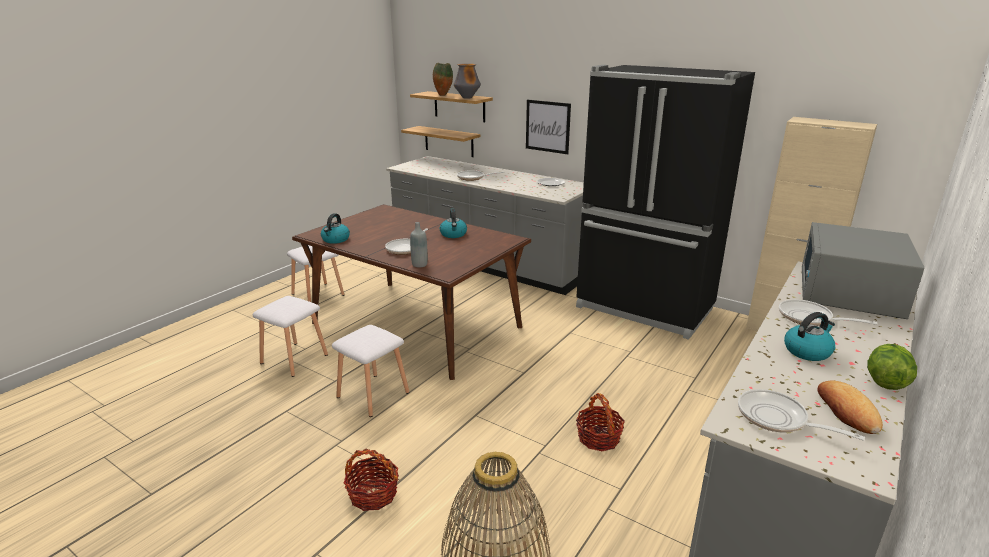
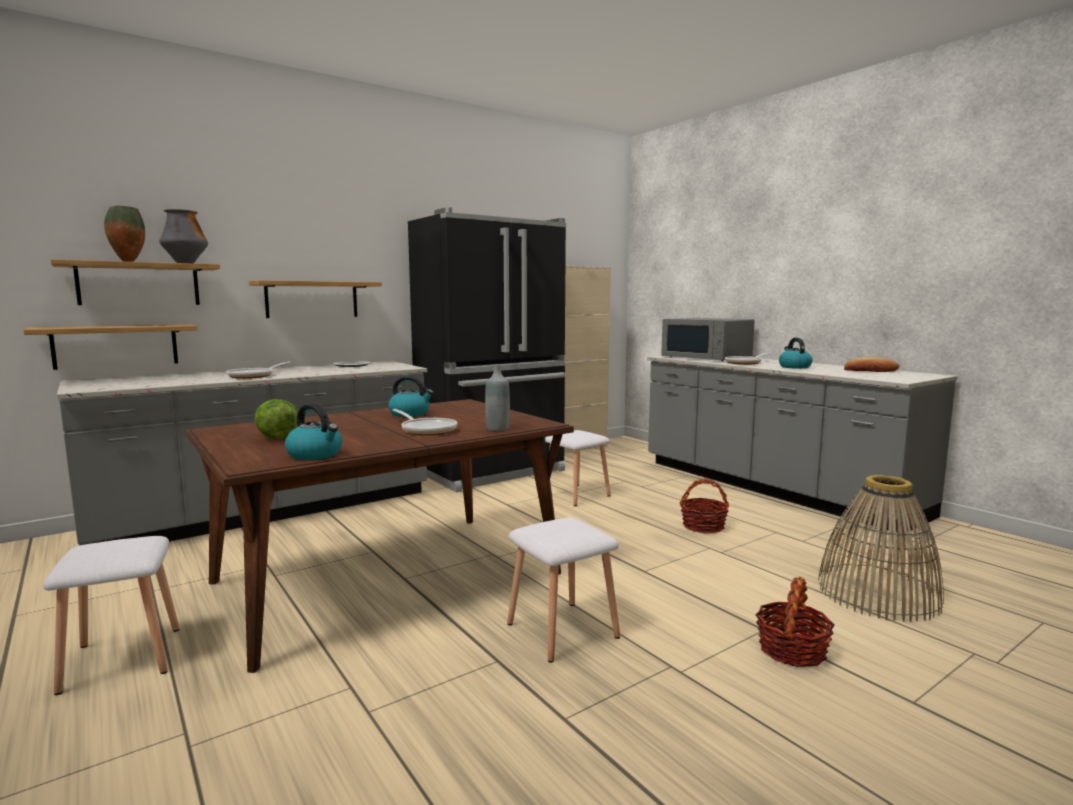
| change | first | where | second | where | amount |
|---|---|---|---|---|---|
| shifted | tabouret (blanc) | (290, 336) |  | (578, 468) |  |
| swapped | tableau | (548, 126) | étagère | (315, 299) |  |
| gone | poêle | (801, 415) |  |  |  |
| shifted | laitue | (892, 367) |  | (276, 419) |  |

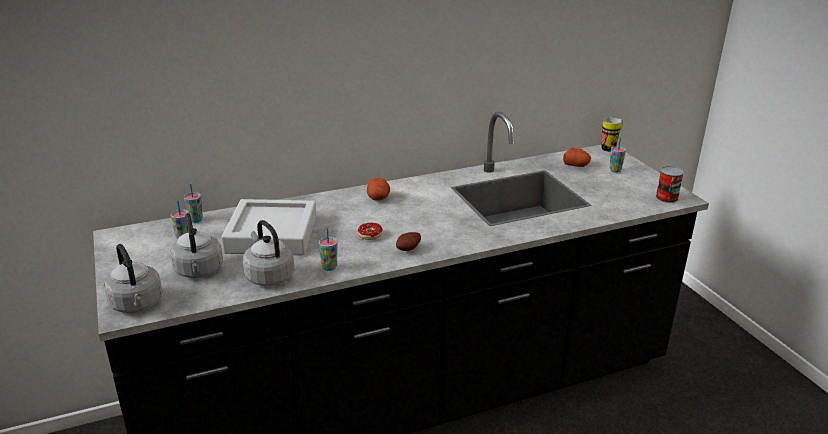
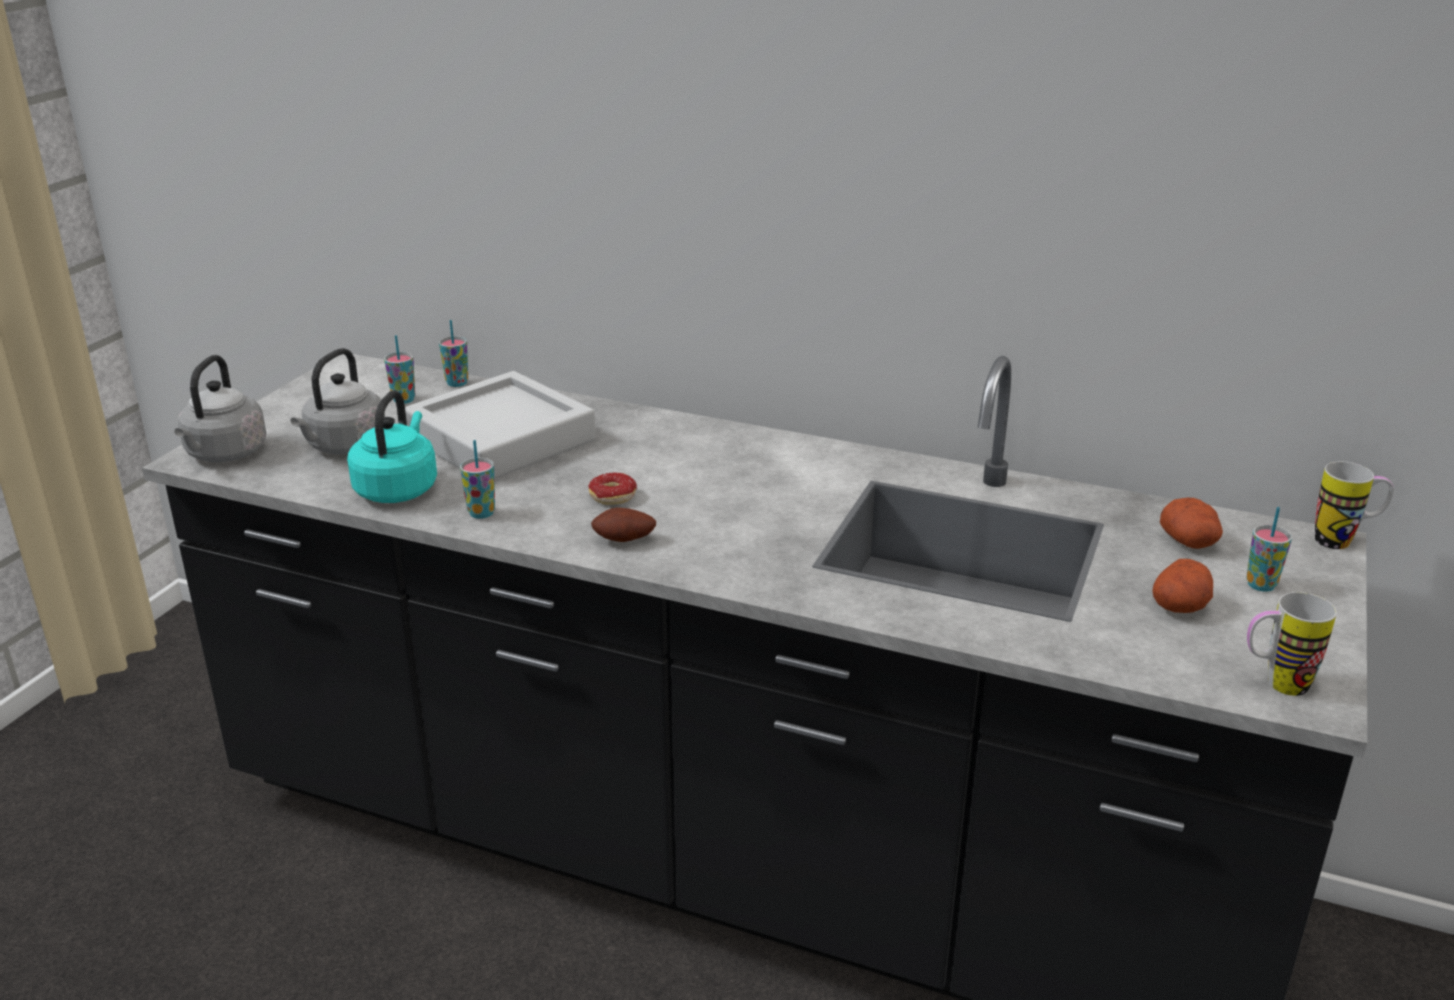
| change | first | where | second | where | amount |
|---|---|---|---|---|---|
| repainted | bouilloire (gris) | (268, 253) | bouilloire (turquoise) | (392, 446) |  |
| shifted | pomme de terre | (378, 189) |  | (1182, 586) |  |
| swapped | boîte métallique | (670, 184) | mug | (1292, 644) |  |

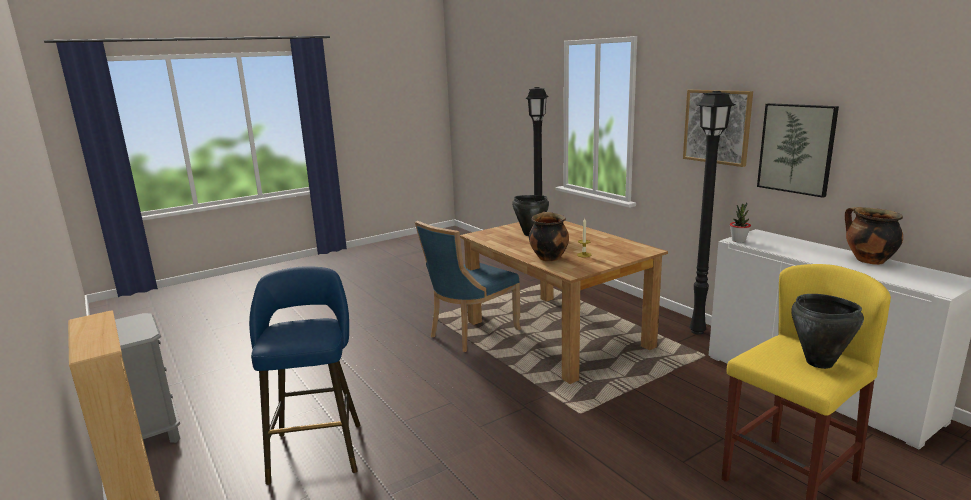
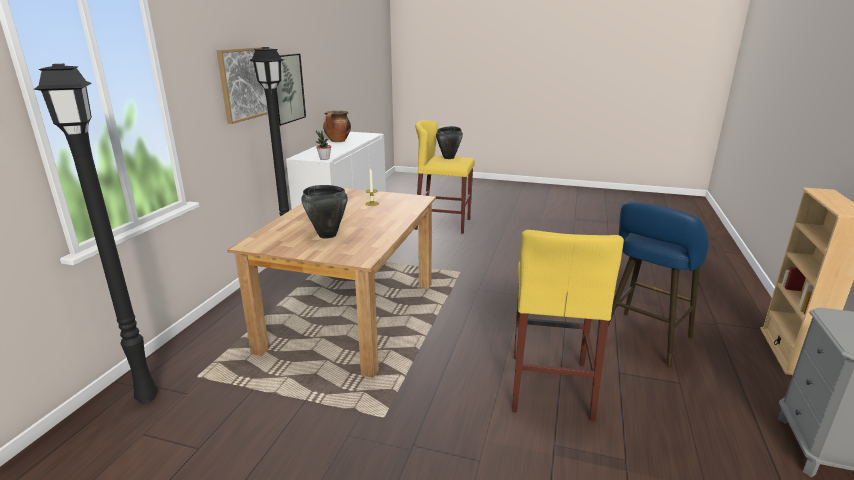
| change | first | where | second | where | amount |
|---|---|---|---|---|---|
| gone | chaise (bleu) | (468, 286) |  |  |  |
| gone | marmite | (549, 237) |  |  |  |
| new |  |  | tabouret (jaune) | (568, 326) |  |

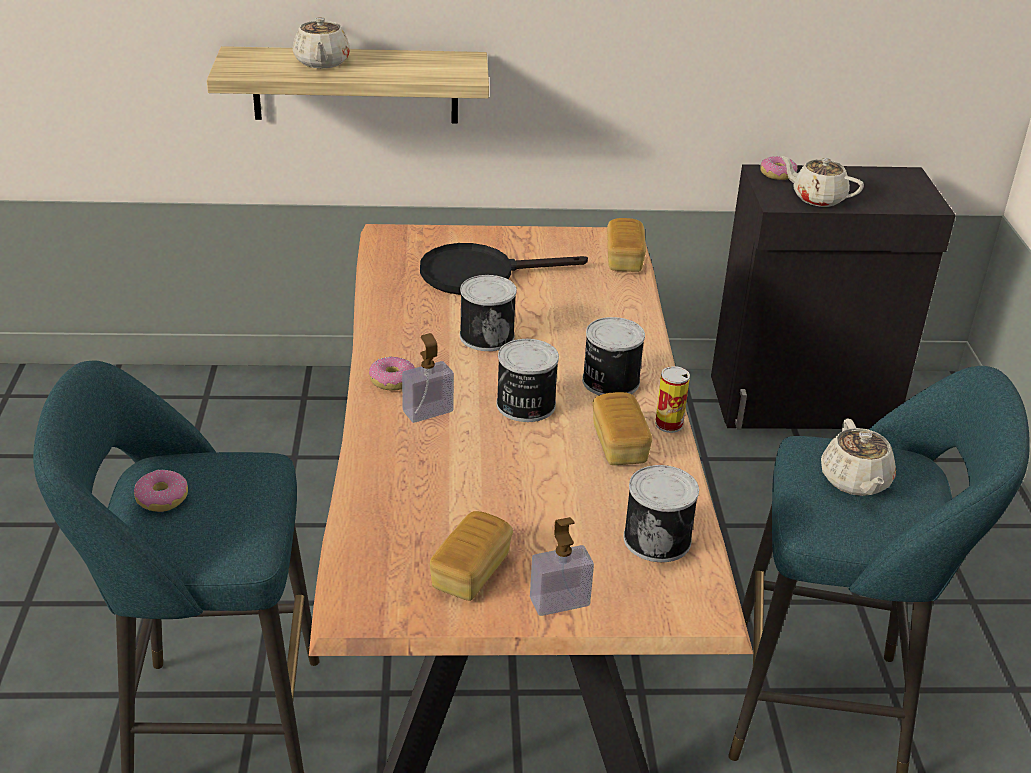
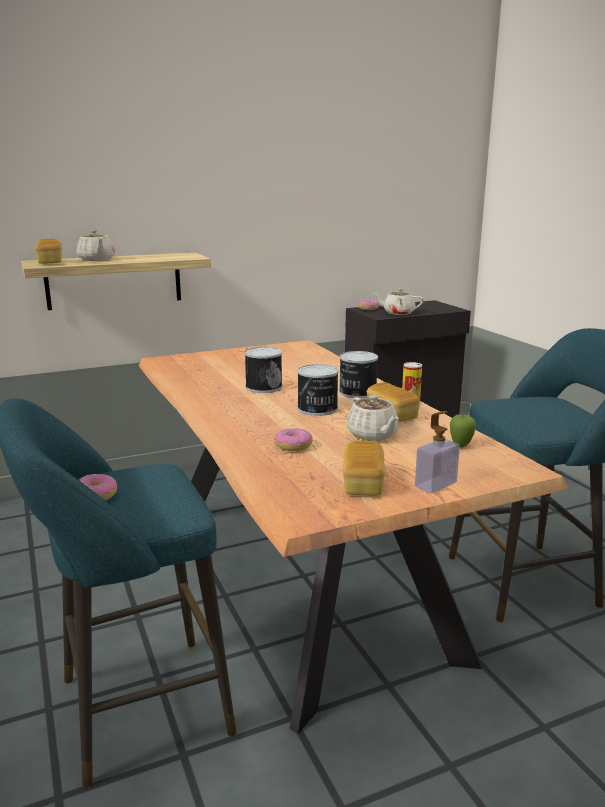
| change | first | where | second | where | amount |
|---|---|---|---|---|---|
| shifted | beignet | (392, 374) |  | (293, 439) |  |
| gone | distributeur de savon | (428, 378) |  |  |  |
| gone | poêle (noir) | (504, 269) |  |  |  |
| shifted | pain | (626, 245) |  | (48, 251) |  |
| swapped | boîte métallique | (661, 513) | pomme | (463, 431) |  |
| shifted | théière (beige) | (858, 457) |  | (372, 418) |  |

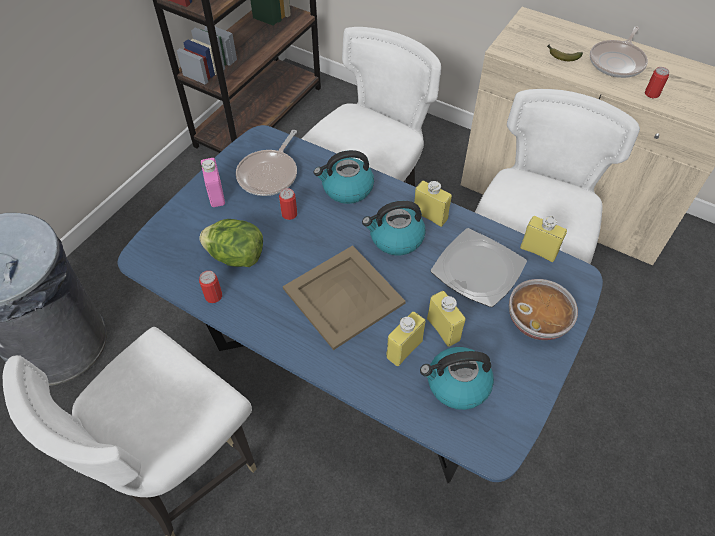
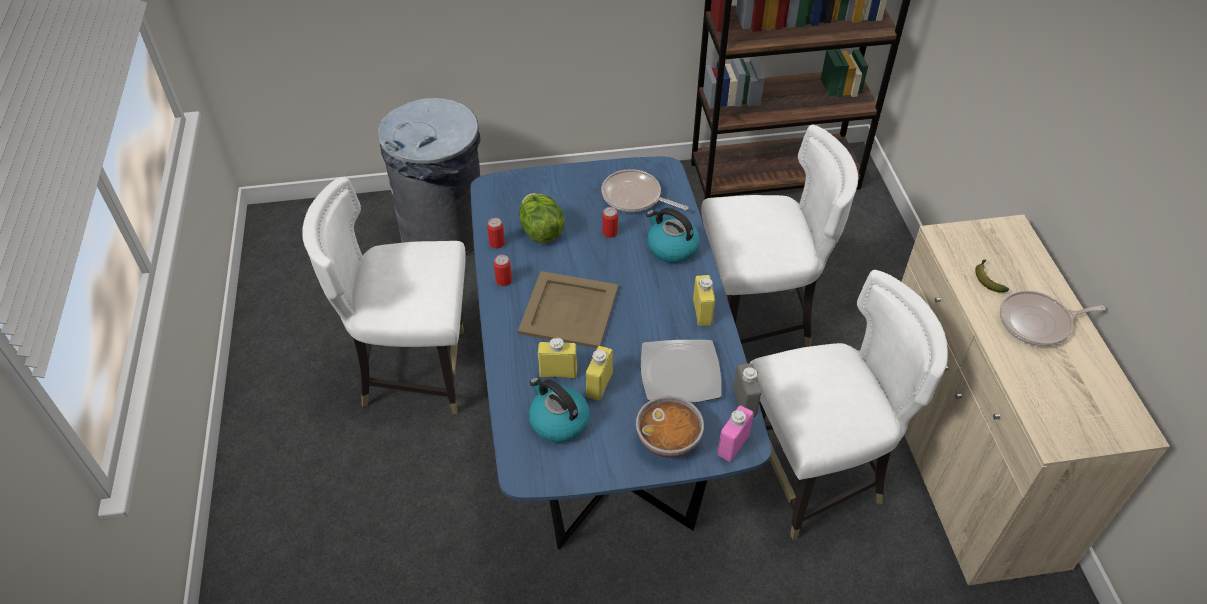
| change | first | where | second | where | amount |
|---|---|---|---|---|---|
| shifted | bouteille (rose) | (213, 182) |  | (735, 434) |  |
| rotated | poêle | (266, 163) |  | (645, 190) | 45 degrees clockwise |
| gone | bouilloire | (394, 228) |  |  |  |
| repainted | bouteille (jaune) | (543, 239) | bouteille (gris) | (747, 390) |  |
| shifted | boîte métallique | (657, 82) |  | (503, 270) |  |

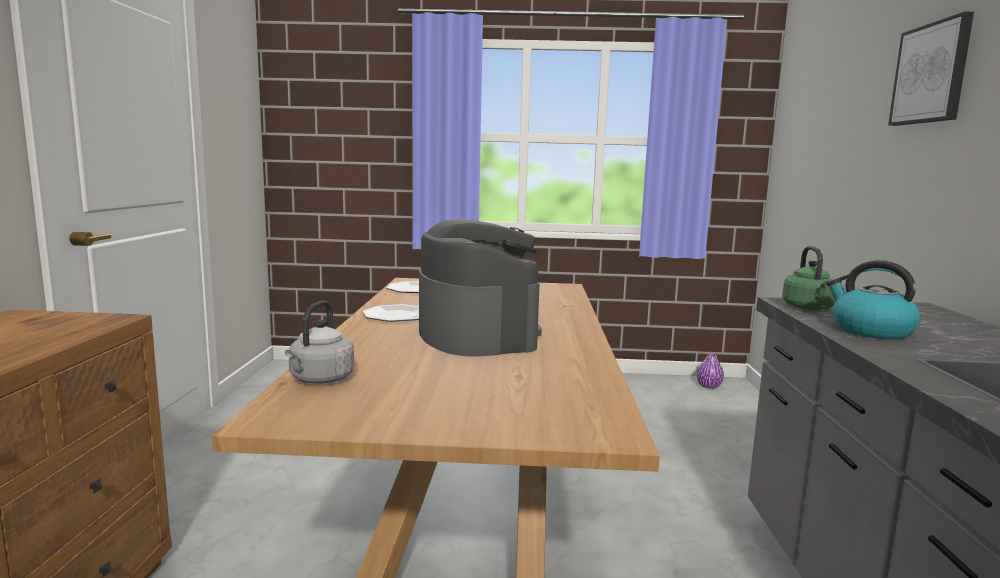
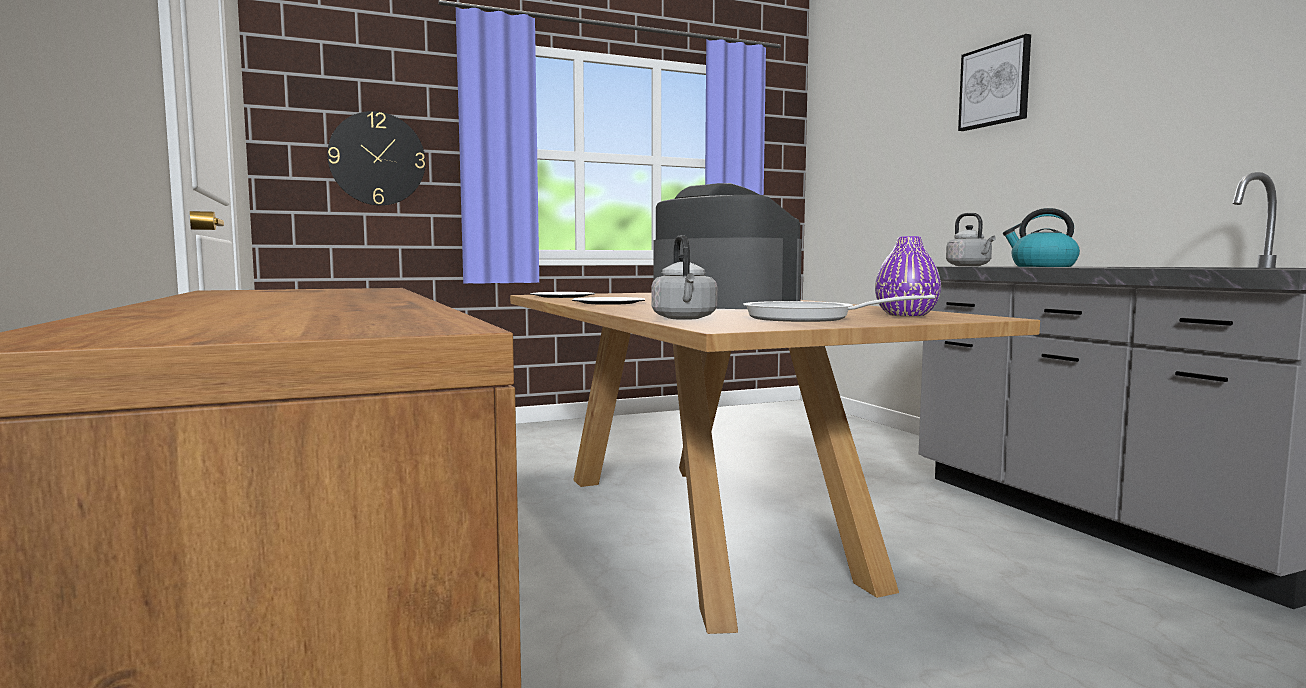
| change | first | where | second | where | amount |
|---|---|---|---|---|---|
| shifted | vase (violet) | (710, 371) |  | (908, 276) |  |
| repainted | bouilloire (vert) | (809, 278) | bouilloire (gris) | (970, 239) |  |
| new |  |  | horloge murale | (376, 158) |  |
| new |  |  | poêle | (839, 308) |  |

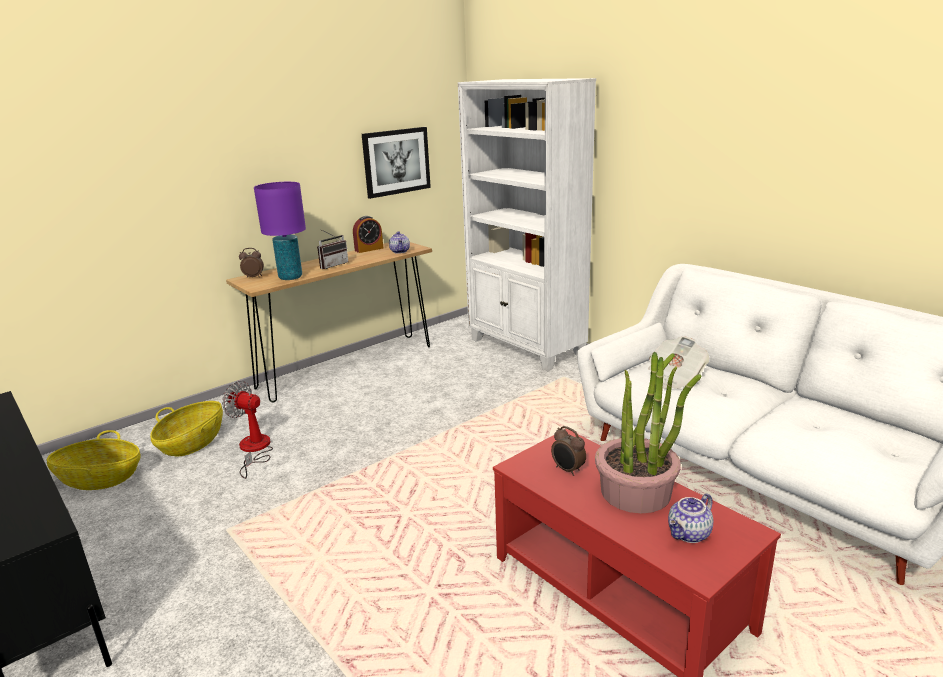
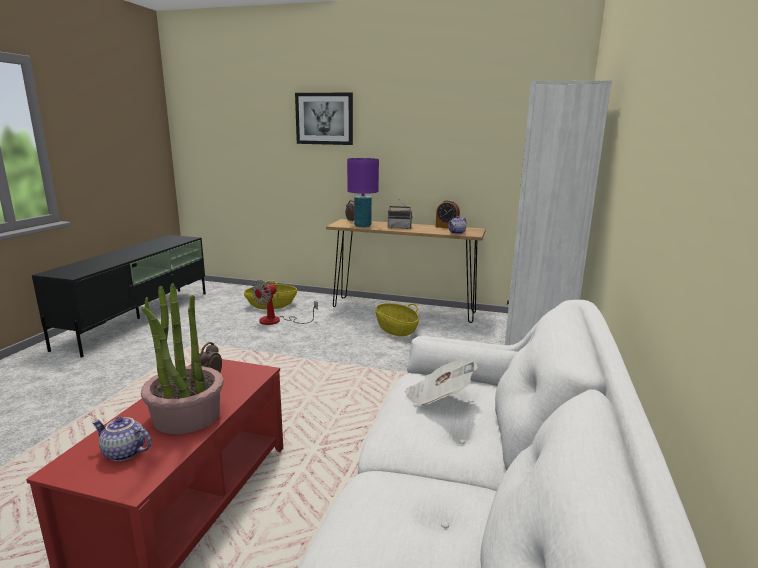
| change | first | where | second | where | amount |
|---|---|---|---|---|---|
| shifted | panier | (94, 460) |  | (397, 320) |  |
| rotated | ventilateur | (247, 430) |  | (285, 302) | 135 degrees counterclockwise |
| shifted | tableau | (396, 163) |  | (324, 119) |  |

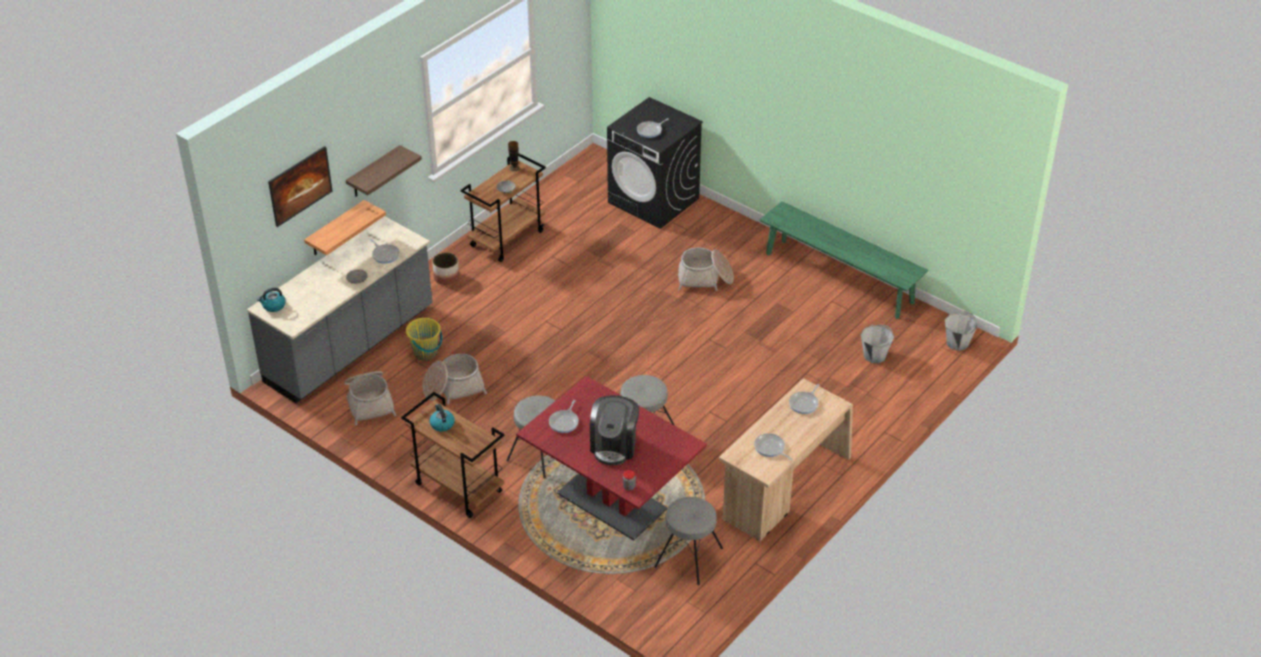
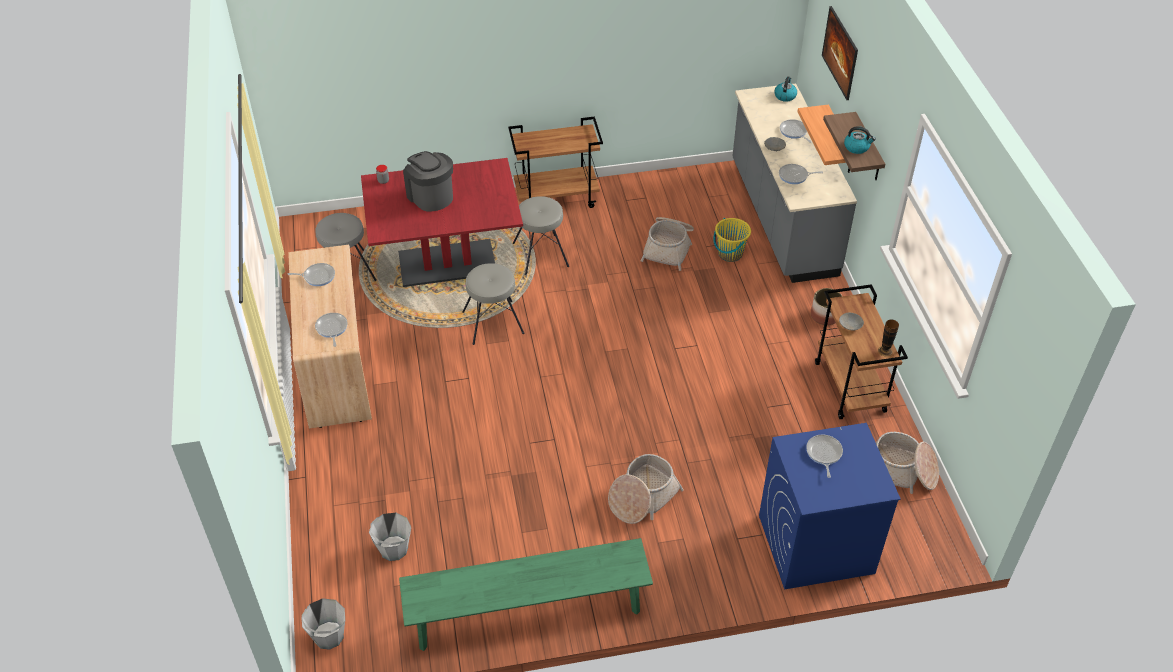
| change | first | where | second | where | amount |
|---|---|---|---|---|---|
| shifted | panier | (370, 398) |  | (907, 463) |  |
| shifted | bouilloire | (442, 418) |  | (860, 140) |  |
| shifted | poêle | (564, 416) |  | (796, 131) |  |
| repainted | lave-linge (noir) | (655, 163) | lave-linge (bleu) | (830, 506) |  |

